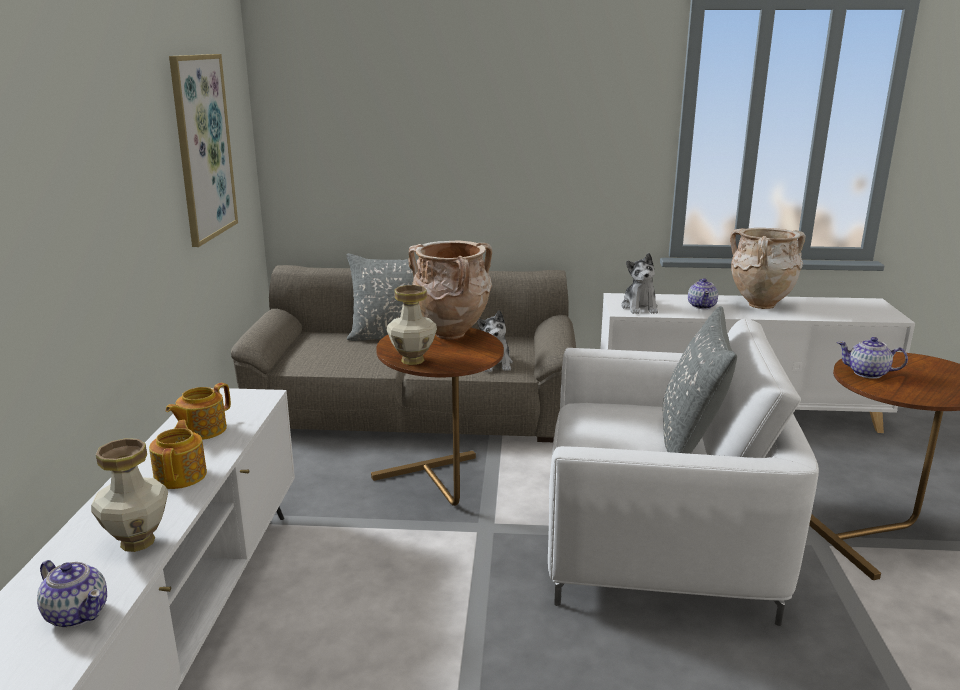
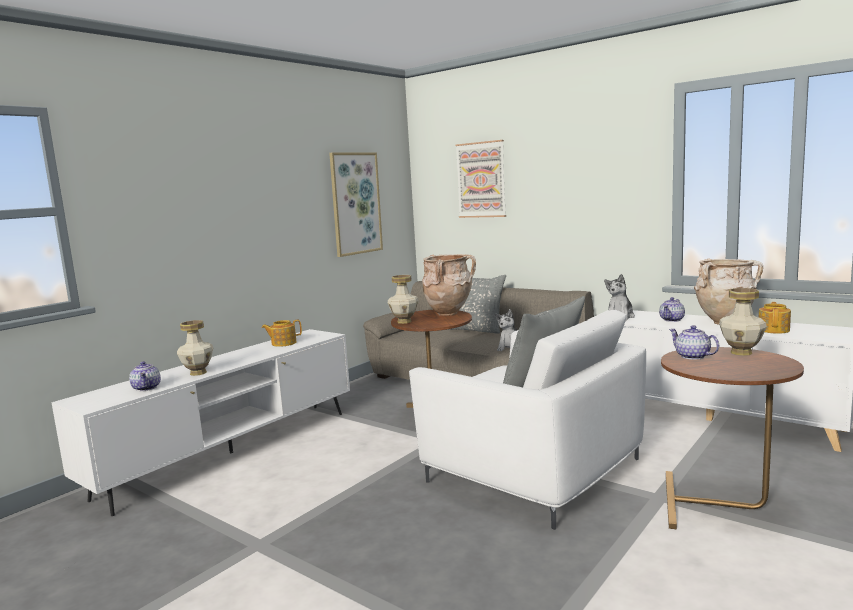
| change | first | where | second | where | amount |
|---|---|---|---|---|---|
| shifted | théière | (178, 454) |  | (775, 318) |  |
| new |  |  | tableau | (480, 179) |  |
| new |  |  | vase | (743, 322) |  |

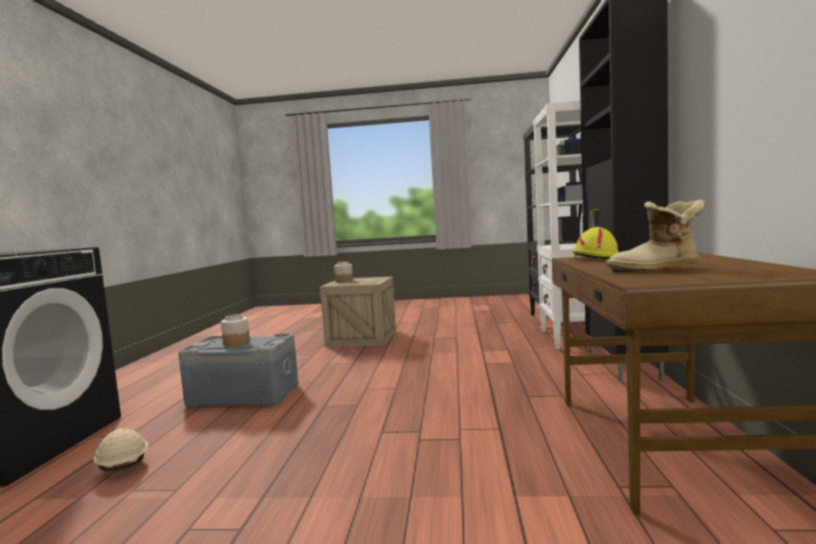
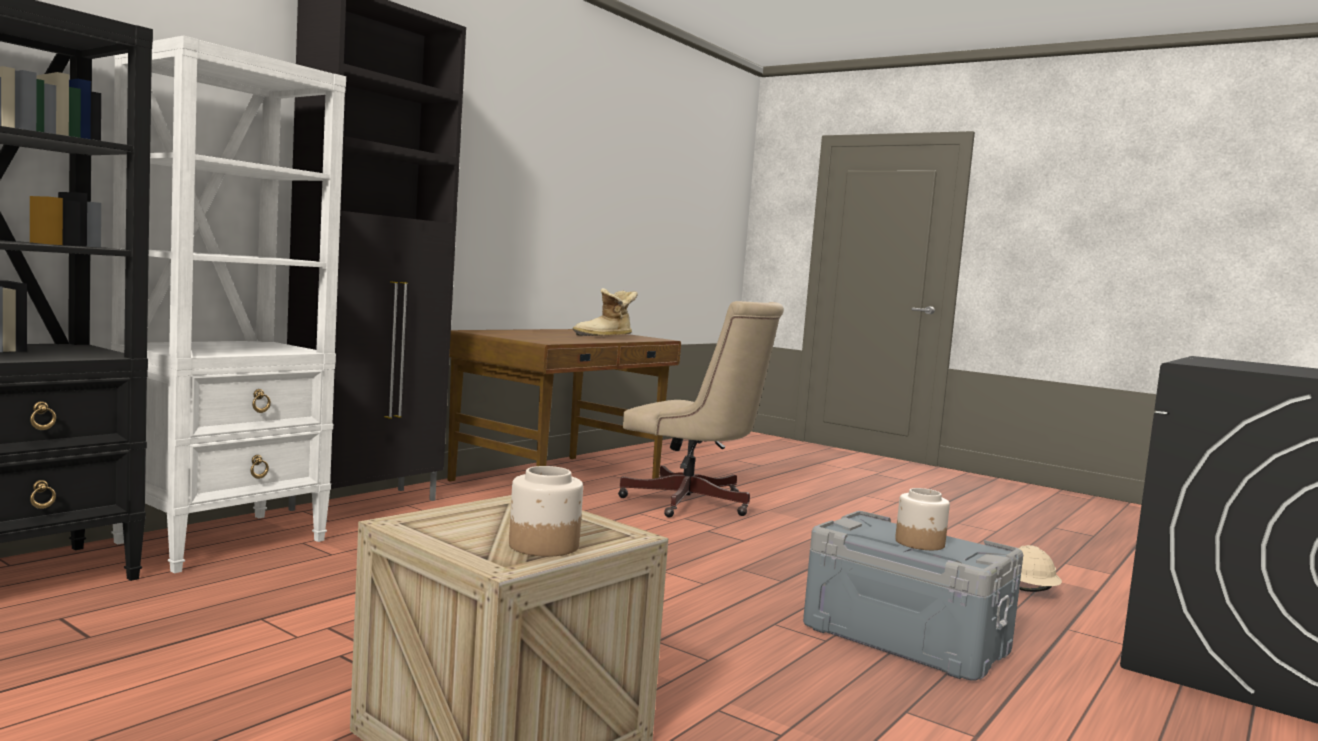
| change | first | where | second | where | amount |
|---|---|---|---|---|---|
| gone | casque de chantier (jaune) | (595, 243) |  |  |  |
| rotated | botte | (656, 235) |  | (605, 312) | 120 degrees clockwise |
| new |  |  | chaise de bureau (beige) | (701, 409) |  |

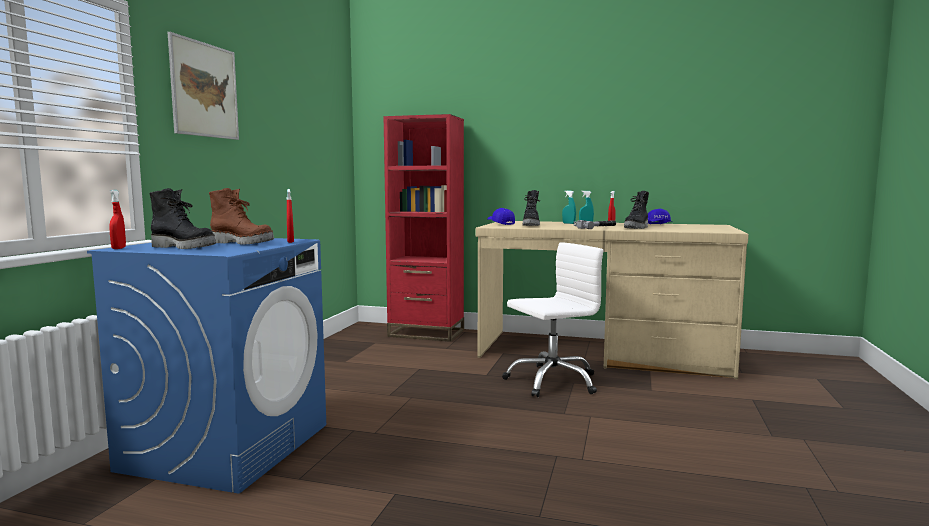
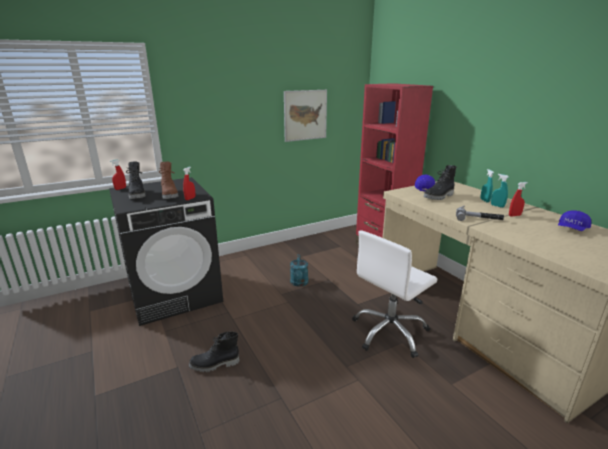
| change | first | where | second | where | amount |
|---|---|---|---|---|---|
| repainted | lave-linge (bleu) | (206, 366) | lave-linge (noir) | (166, 251) |  |
| shifted | tableau | (203, 86) |  | (305, 116) |  |
| rotated | chaise de bureau (blanc) | (552, 319) |  | (395, 294) | 120 degrees clockwise |
| shifted | botte (noir) | (636, 210) |  | (214, 352) |  |
| new |  |  | arrosoir (turquoise) | (299, 270) |  |

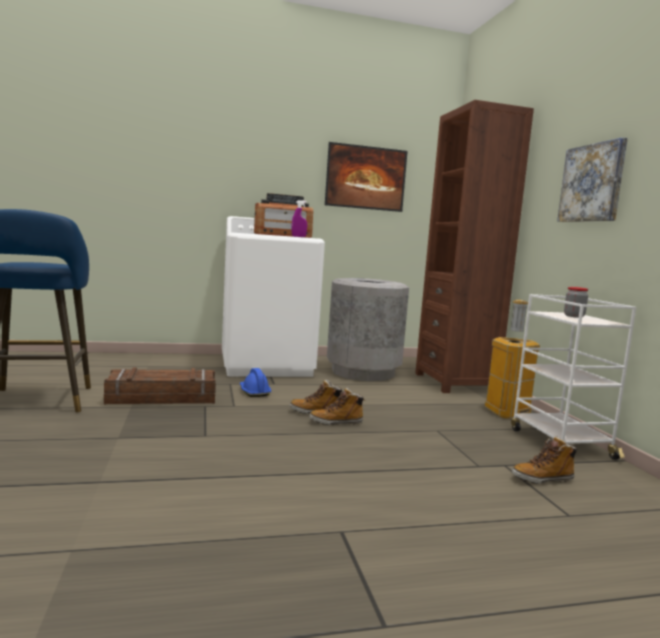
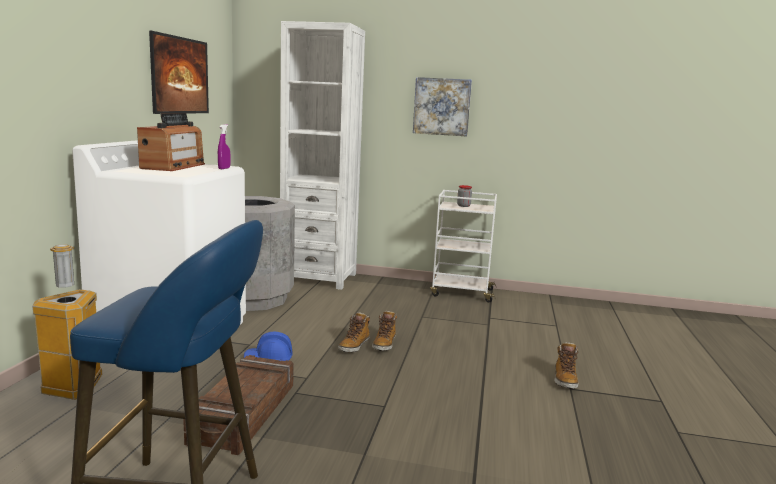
| change | first | where | second | where | amount |
|---|---|---|---|---|---|
| repainted | bibliothèque (marron) | (474, 246) | bibliothèque (blanc) | (322, 155) |  |
| shifted | poubelle | (512, 359) |  | (67, 322) |  |
| shifted | botte | (544, 460) |  | (566, 365) |  |

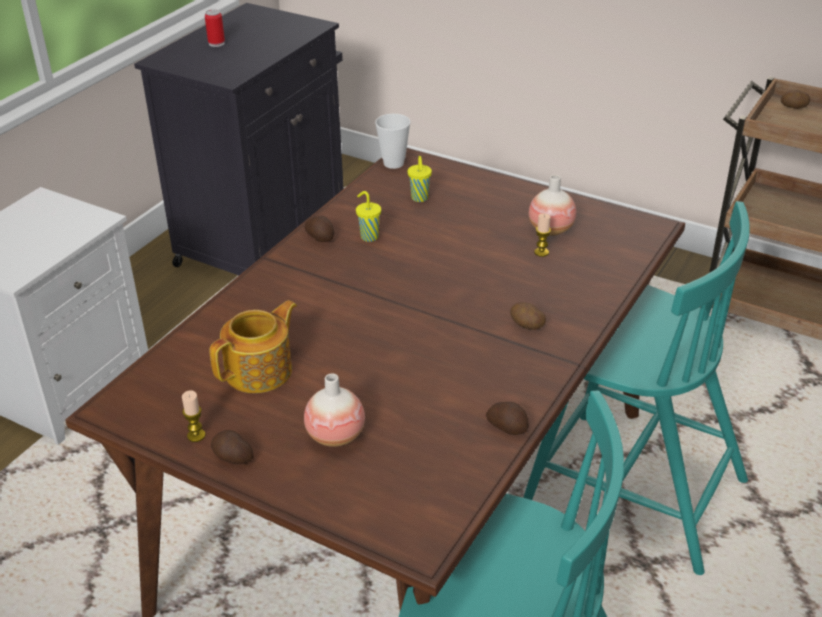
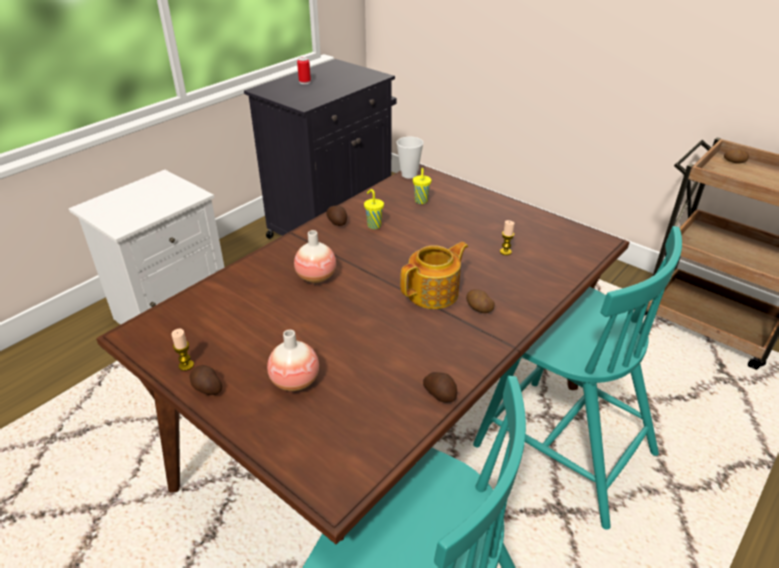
| change | first | where | second | where | amount |
|---|---|---|---|---|---|
| shifted | théière | (253, 346) |  | (434, 275) |  |
| shifted | vase | (552, 205) |  | (315, 256) |  |

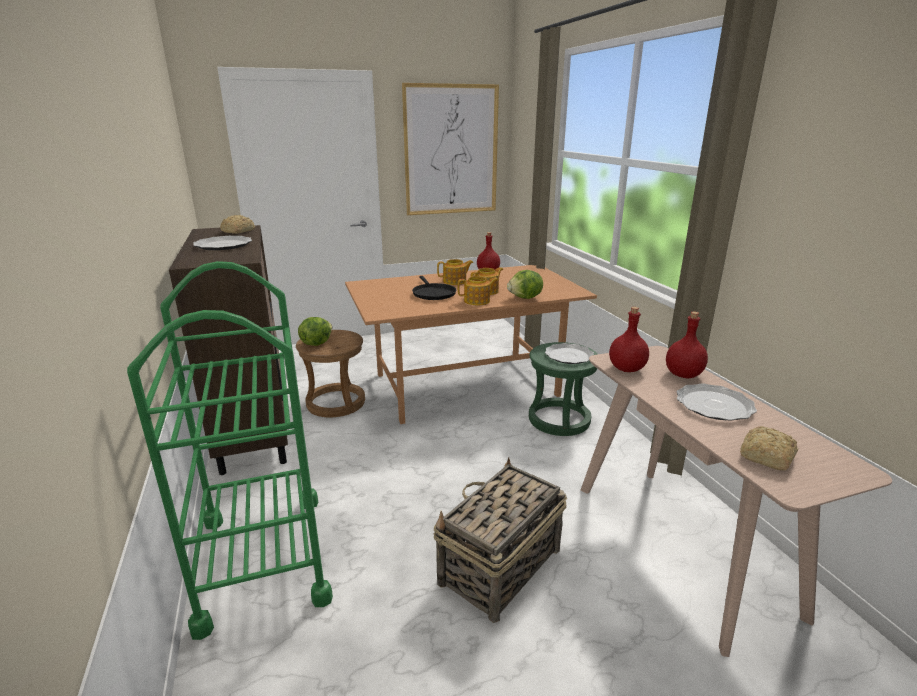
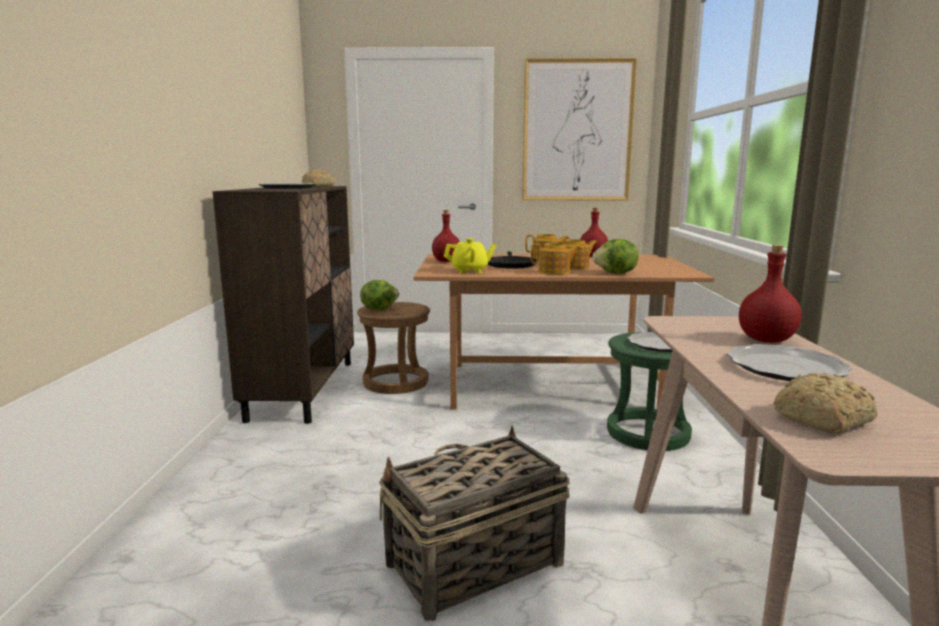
| change | first | where | second | where | amount |
|---|---|---|---|---|---|
| gone | chariot (vert) | (230, 450) |  |  |  |
| shifted | bouteille (rouge) | (629, 339) |  | (446, 236) |  |
| new |  |  | théière (jaune) | (470, 256) |  |

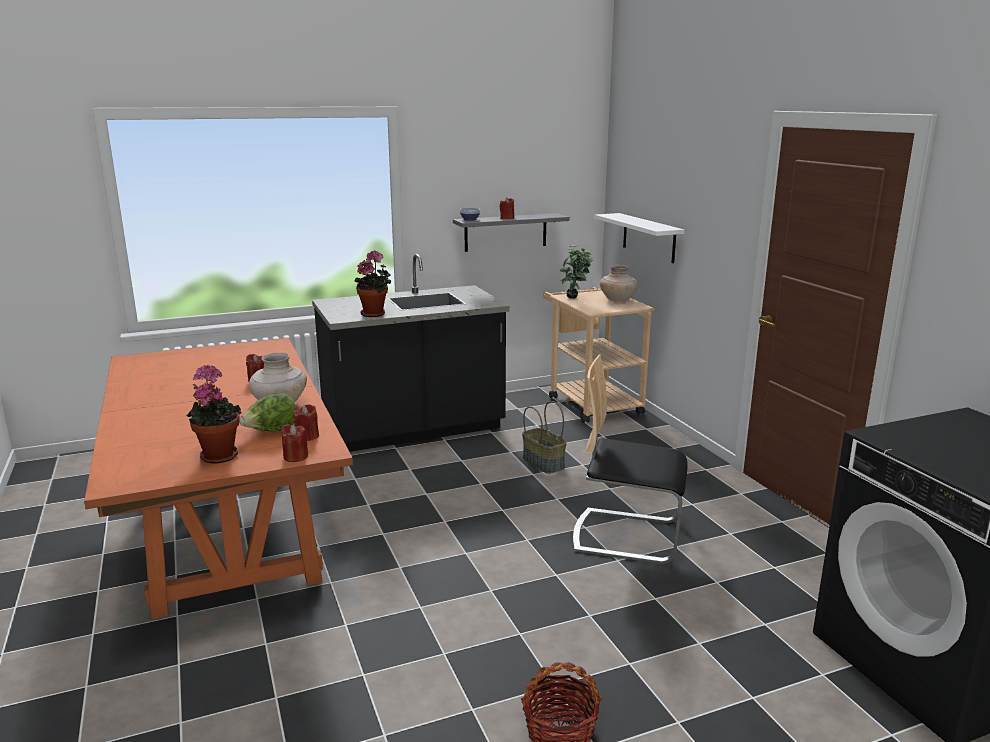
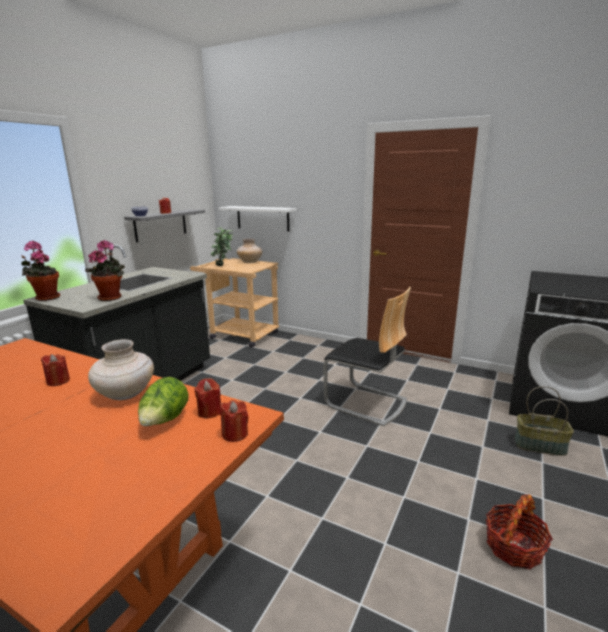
| change | first | where | second | where | amount |
|---|---|---|---|---|---|
| shifted | plante en pot | (213, 414) |  | (40, 271) |  |
| shifted | panier | (544, 437) |  | (544, 421) |  |
| rotated | chaise | (630, 459) |  | (367, 356) | 120 degrees counterclockwise |

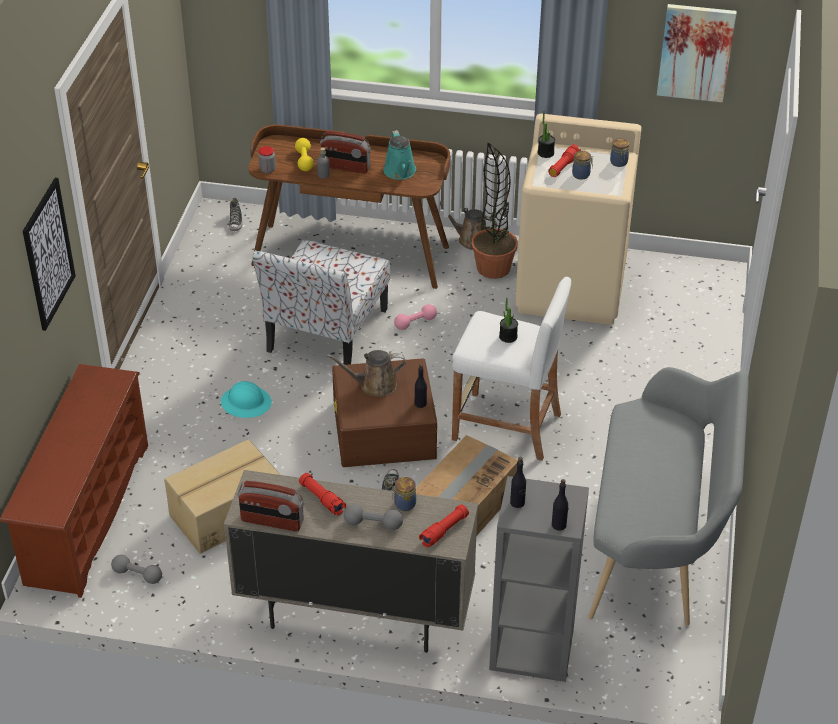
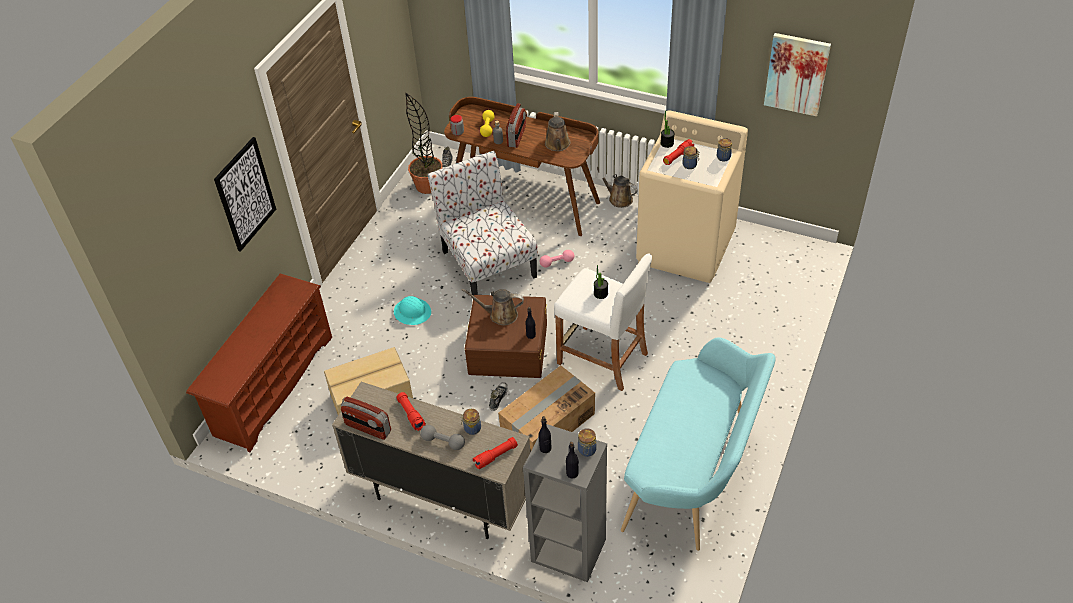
| change | first | where | second | where | amount |
|---|---|---|---|---|---|
| gone | haltère (gris) | (136, 569) |  |  |  |
| rotated | chaise | (321, 302) |  | (483, 223) | 120 degrees clockwise |
| rotated | radio | (345, 152) |  | (516, 125) | 105 degrees counterclockwise |
| repainted | arrosoir (turquoise) | (400, 155) | arrosoir (marron) | (557, 131) |  |
| shifted | plante en pot | (495, 210) |  | (424, 143) |  |
| repainted | banc (gris) | (668, 496) | banc (turquoise) | (698, 444) |  |
| new |  |  | bocal | (587, 442) |  |

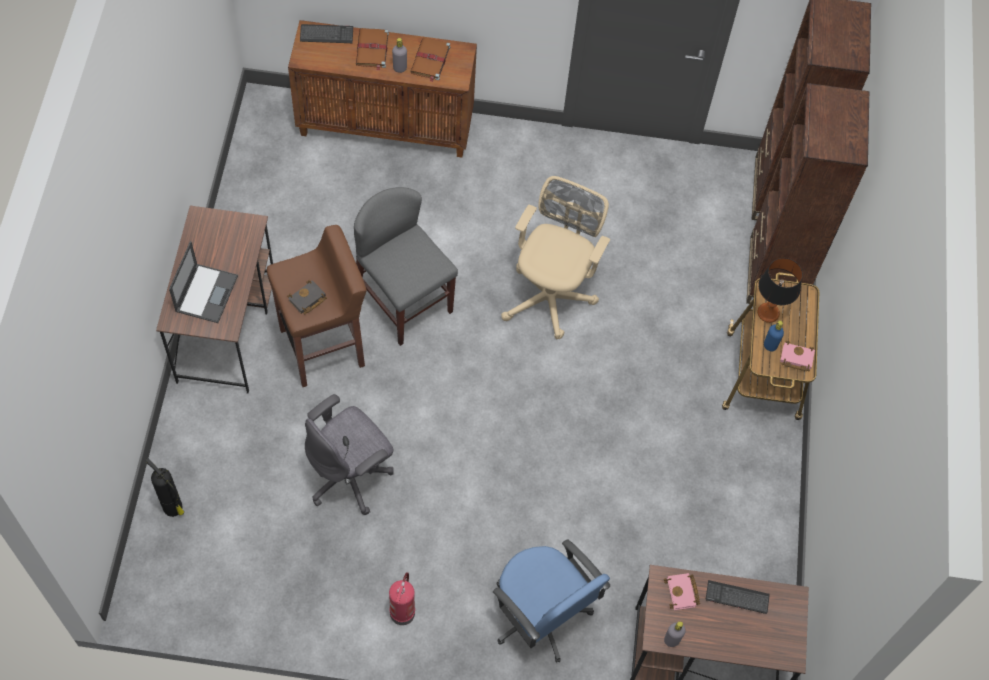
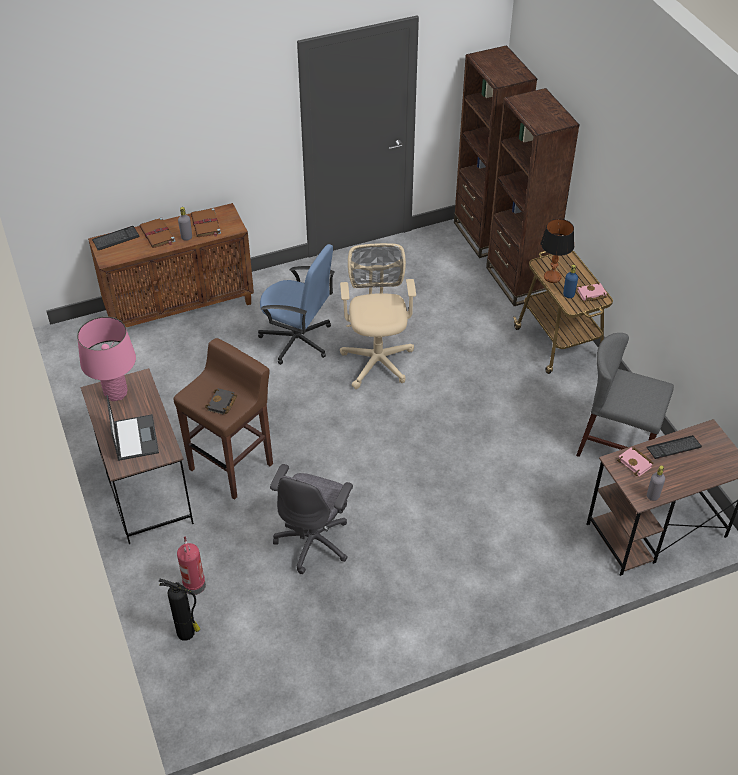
| change | first | where | second | where | amount |
|---|---|---|---|---|---|
| shifted | chaise (gris) | (406, 266) |  | (625, 395) |  |
| shifted | extincteur | (402, 598) |  | (191, 566) |  |
| shifted | chaise de bureau (bleu) | (551, 600) |  | (296, 304) |  |
| new |  |  | lampe de table (rose) | (106, 359) |  |

